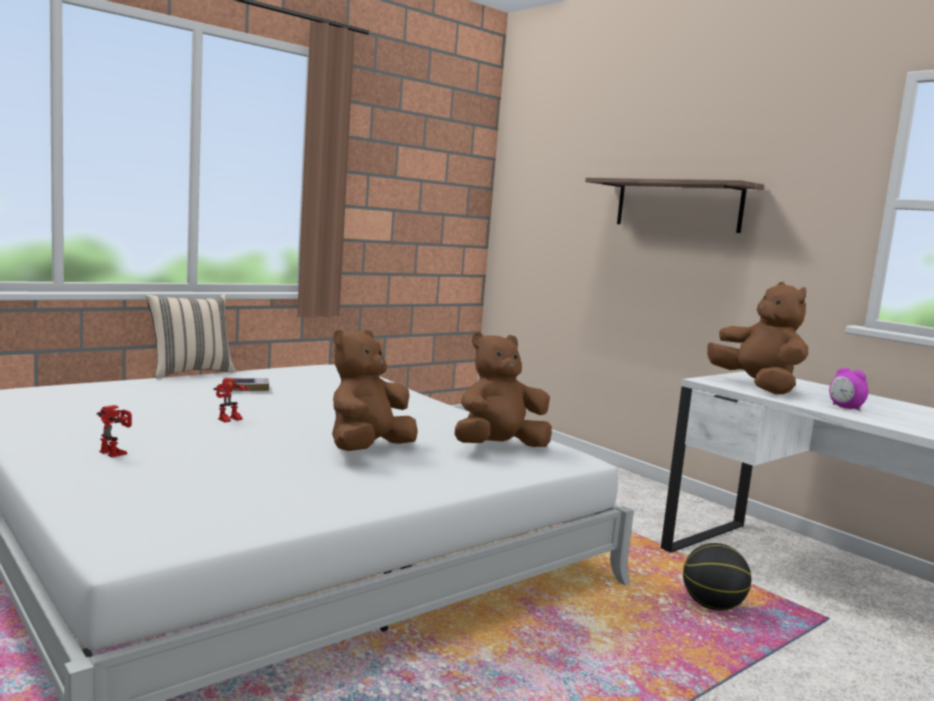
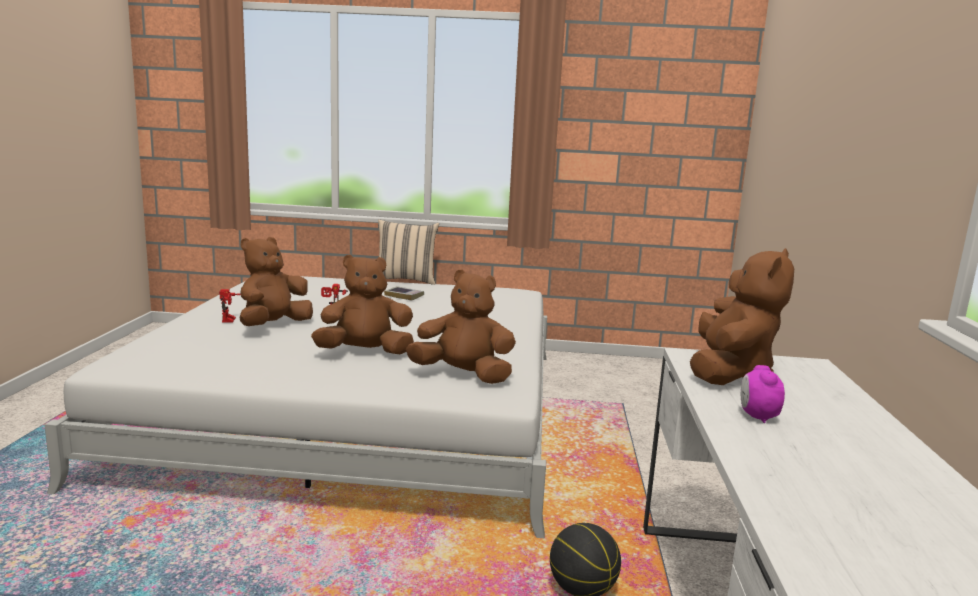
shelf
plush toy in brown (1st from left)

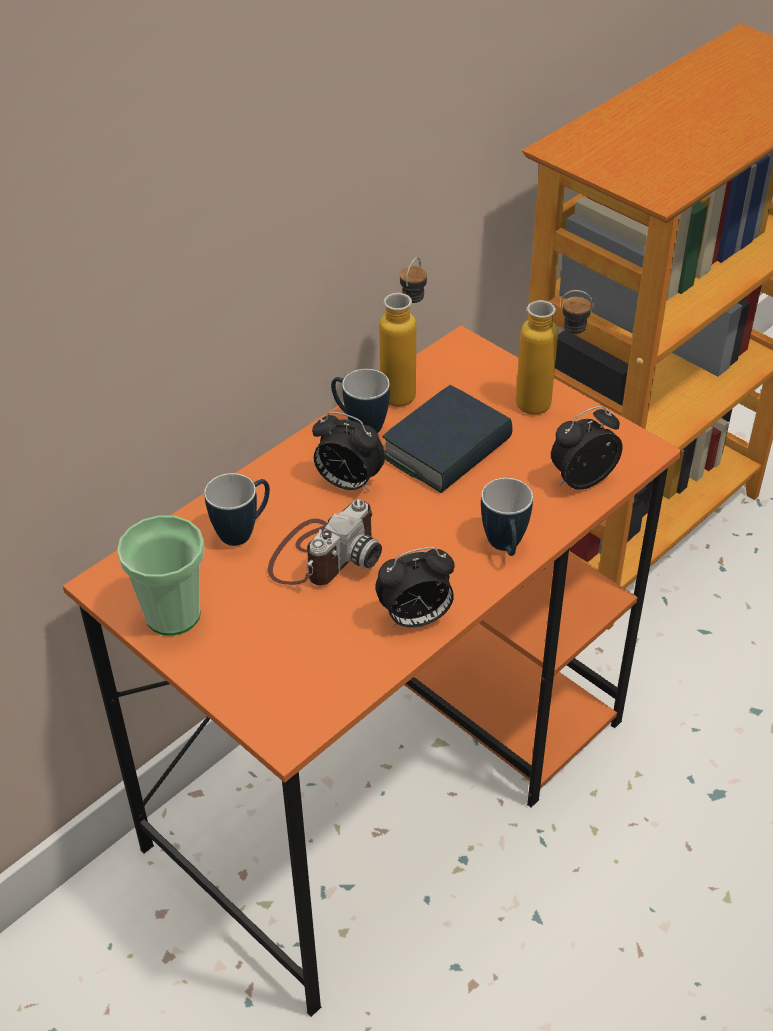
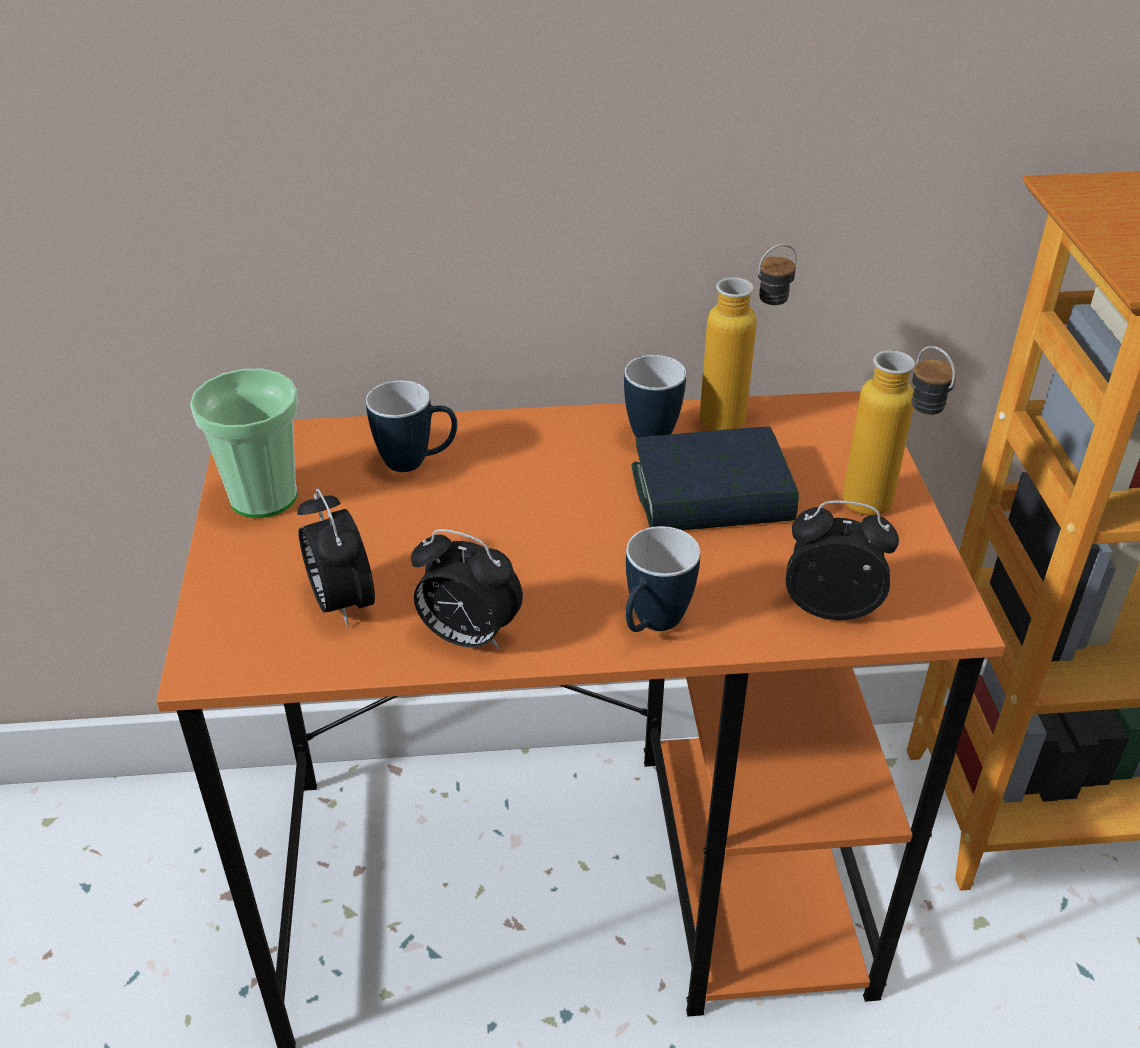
photo camera
alarm clock (1st from left)

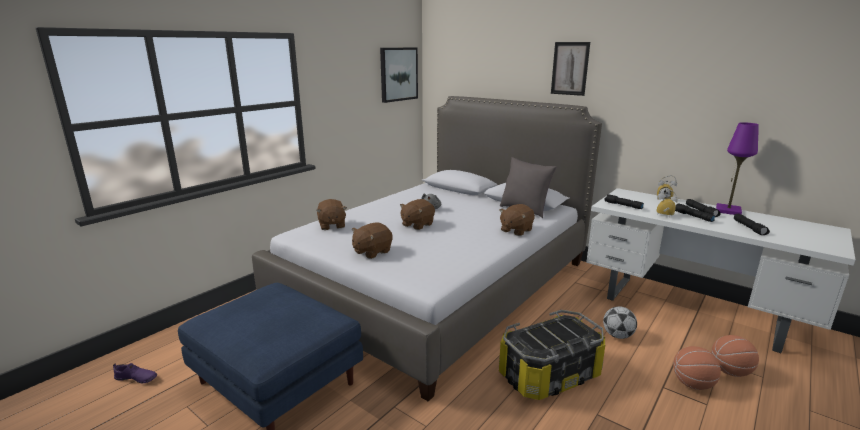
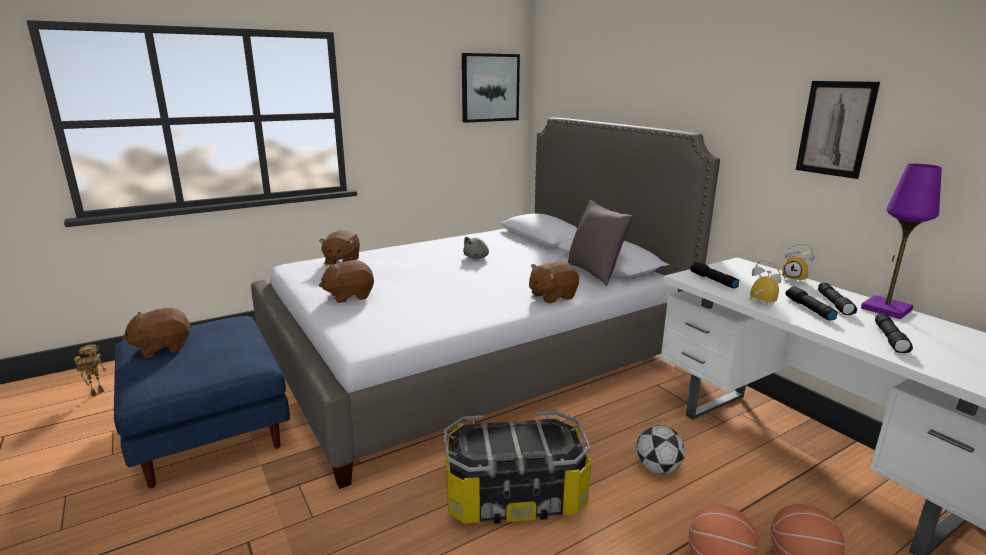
toy robot
plush toy in brown (1st from left)
picture (2nd from left)

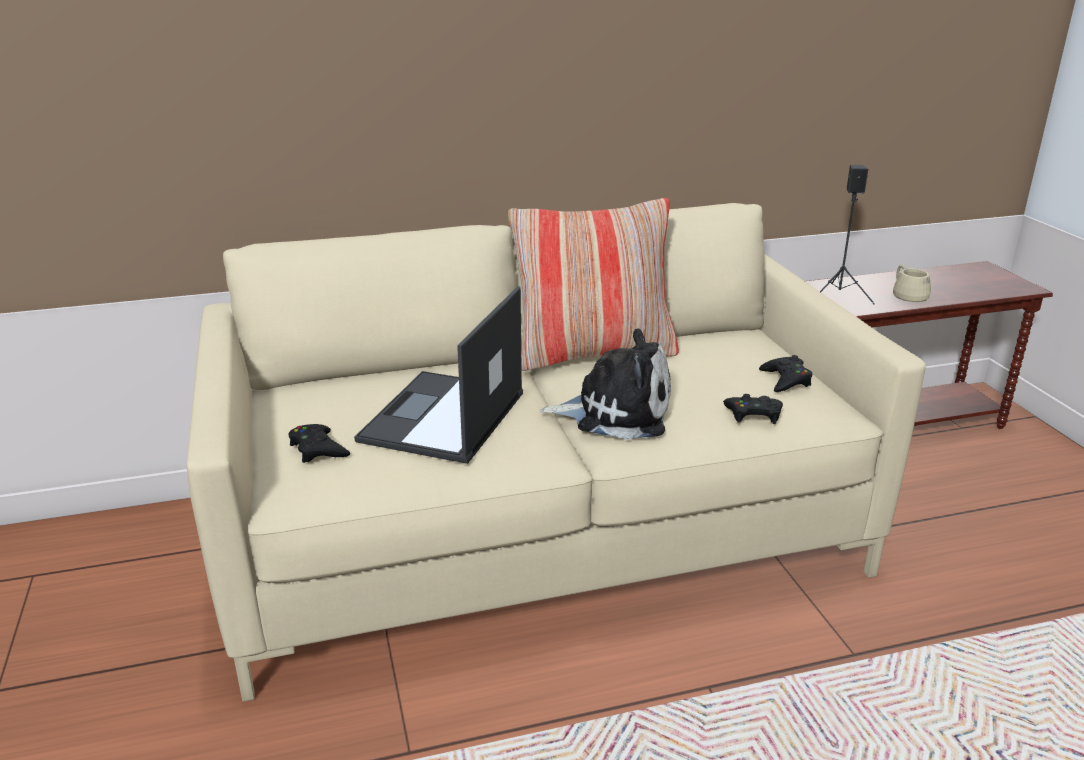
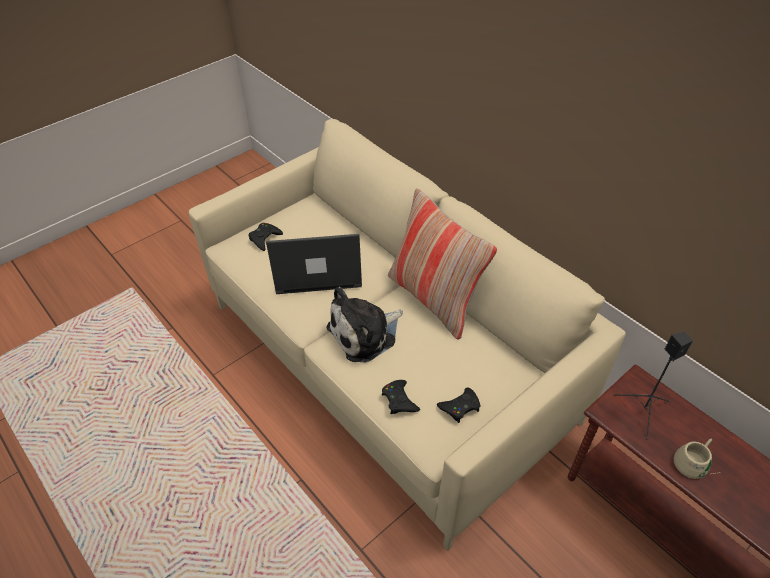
plush toy

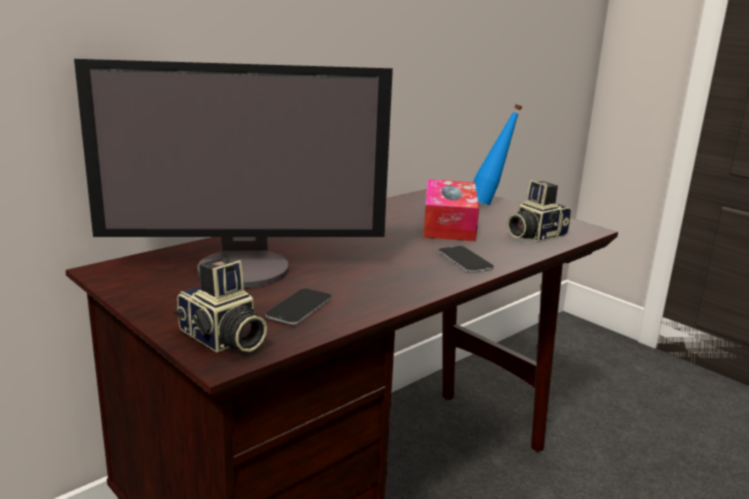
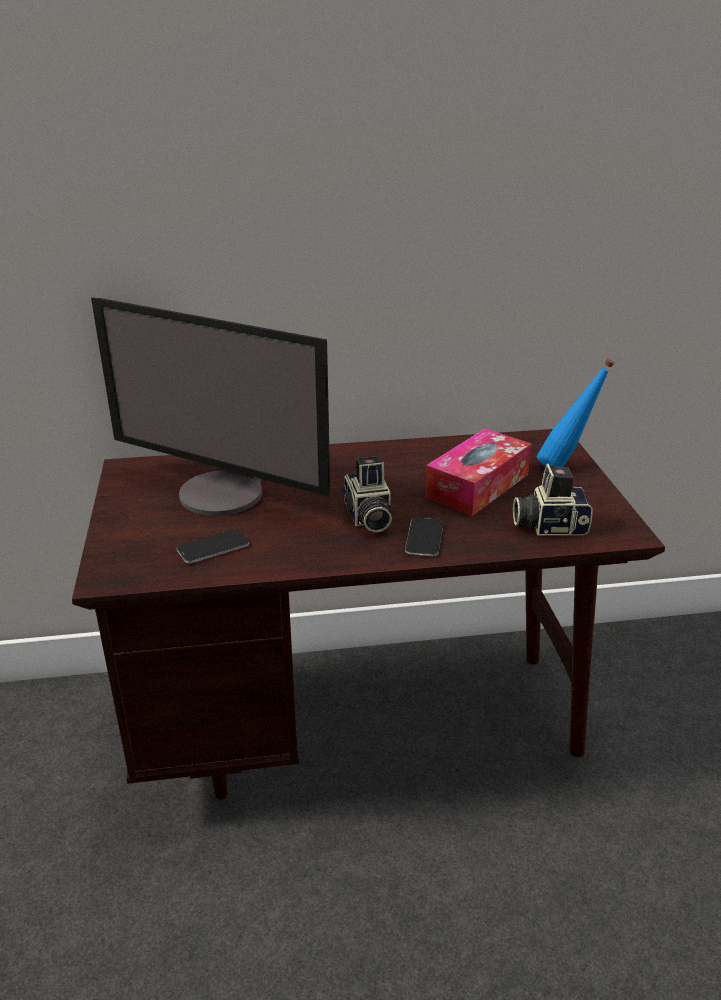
photo camera (1st from left)

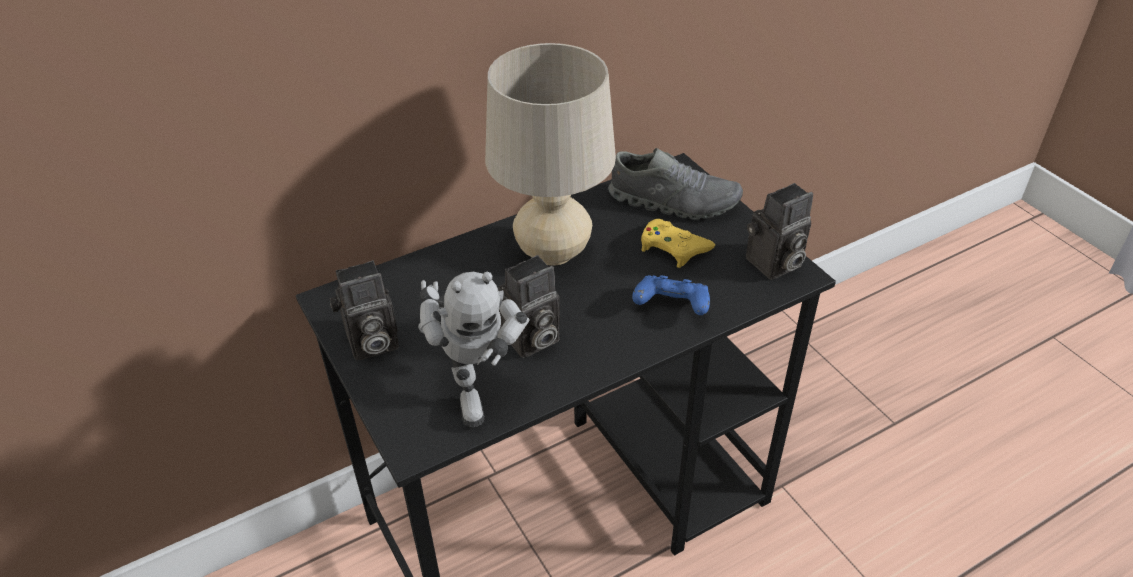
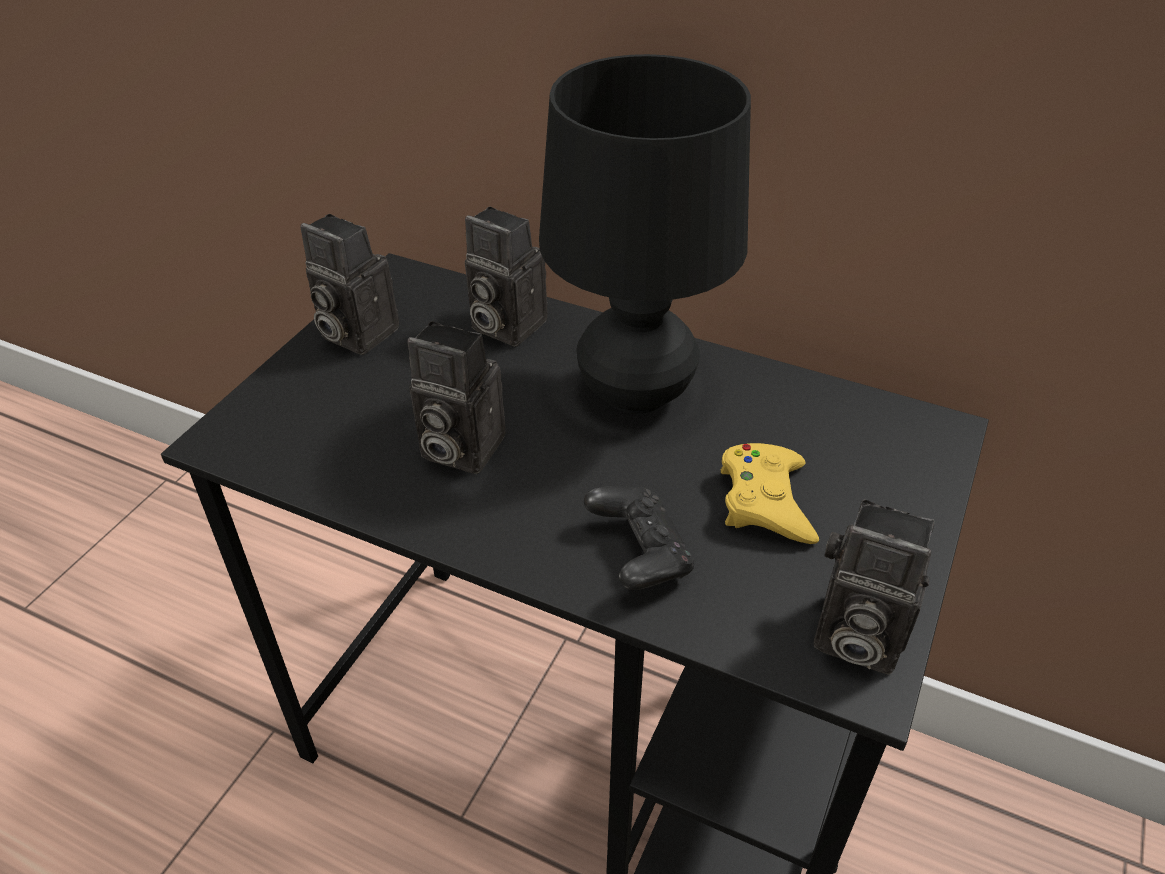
toy robot
table lamp in black
shoe in grey
game controller in black
photo camera (3rd from left)

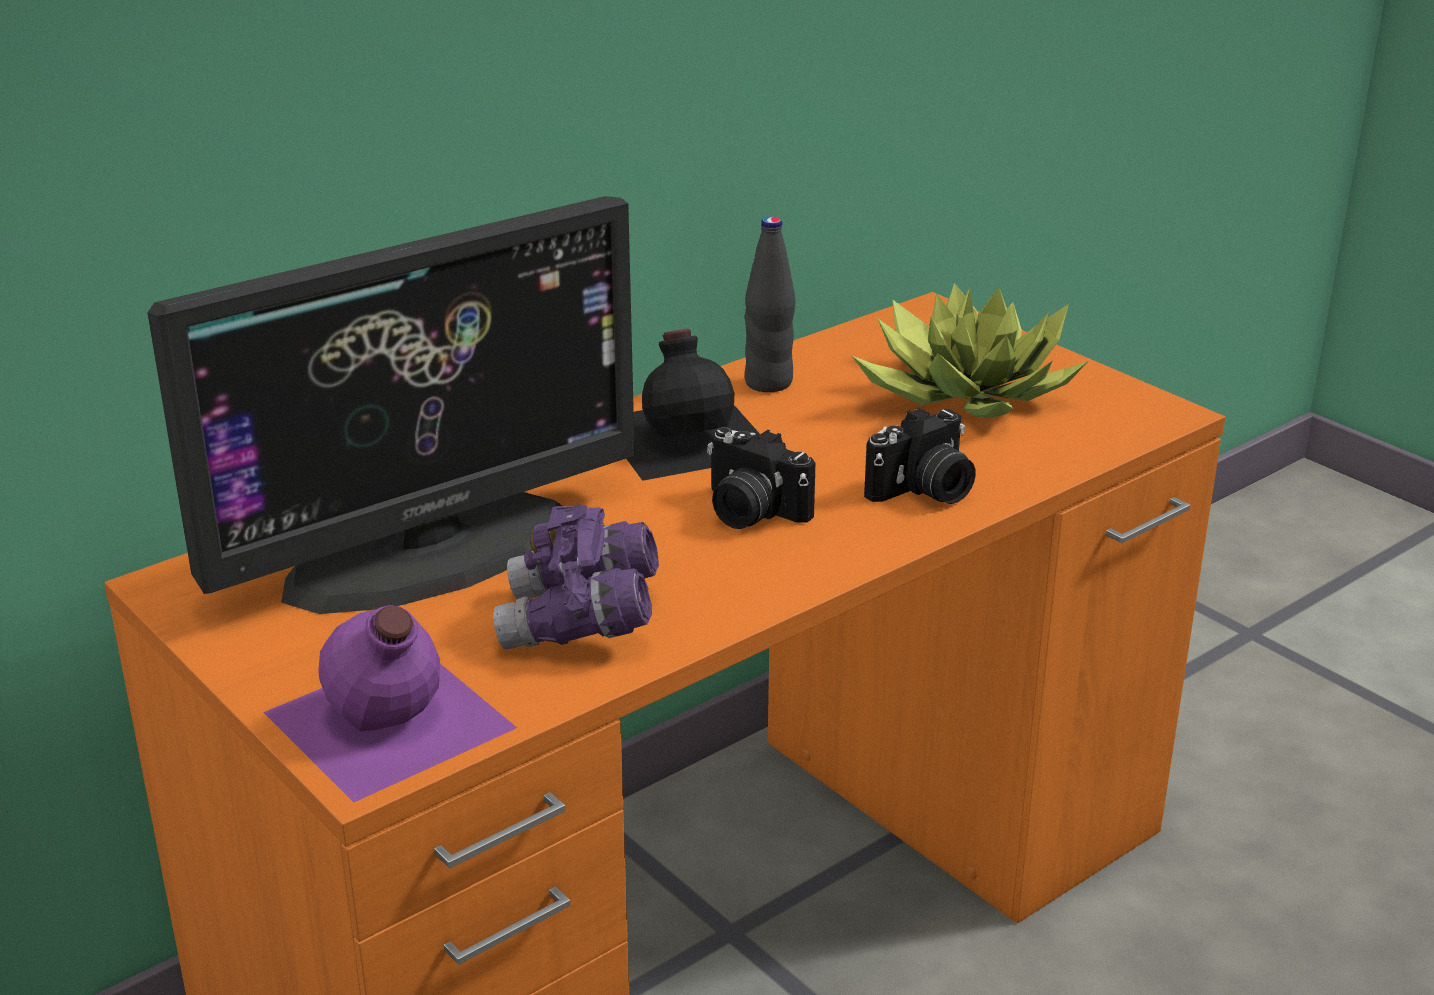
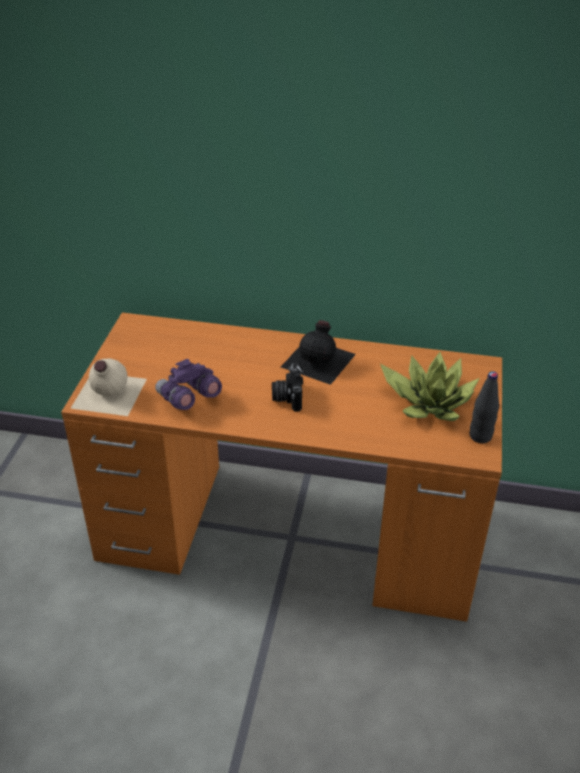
monitor
bottle in beige
bottle in black (2nd from left)
photo camera (2nd from left in the first image)

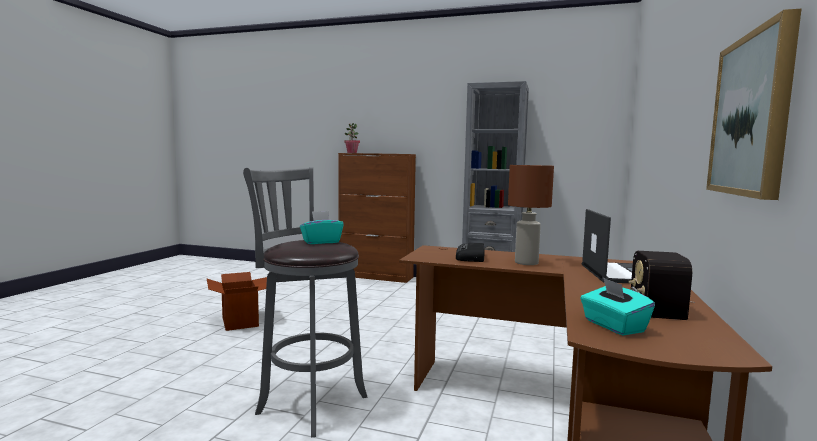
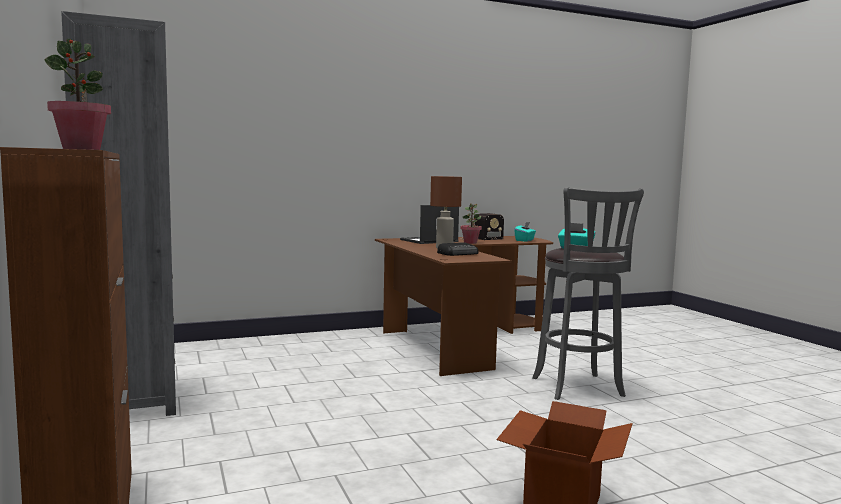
picture
potted plant (2nd from left)

